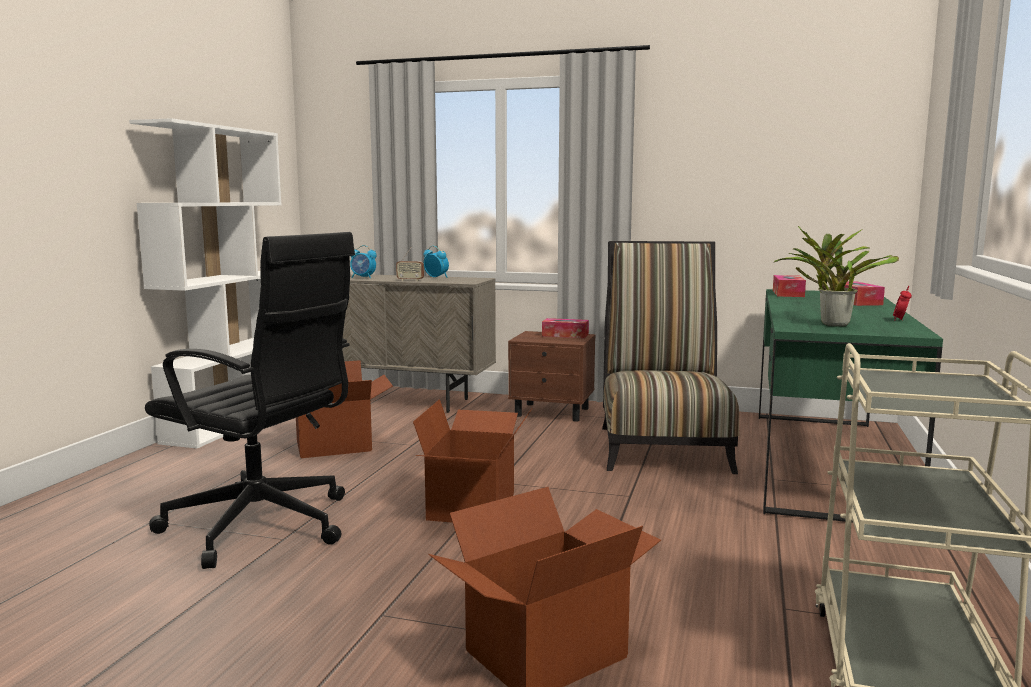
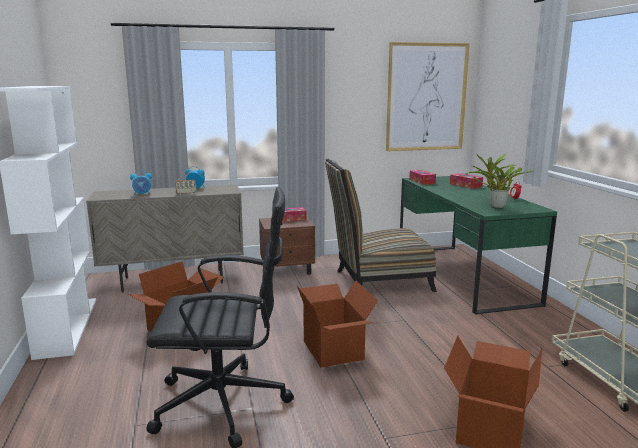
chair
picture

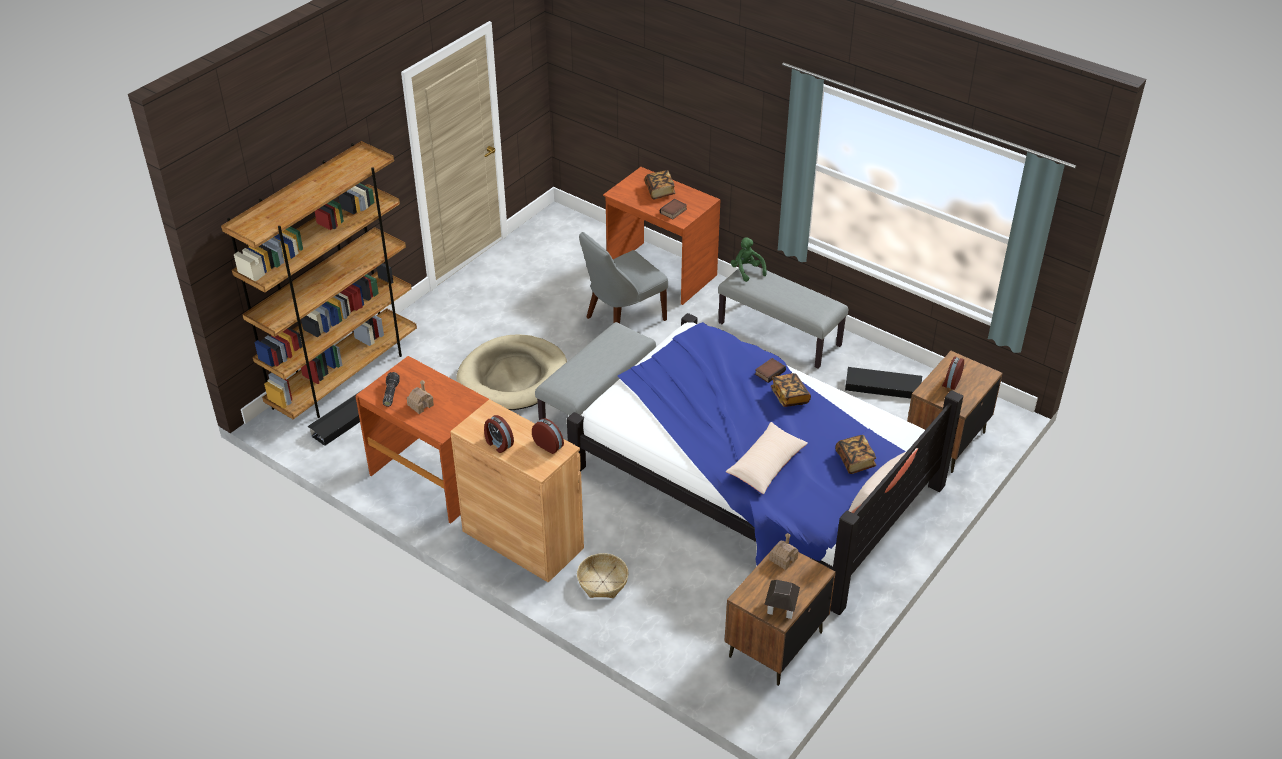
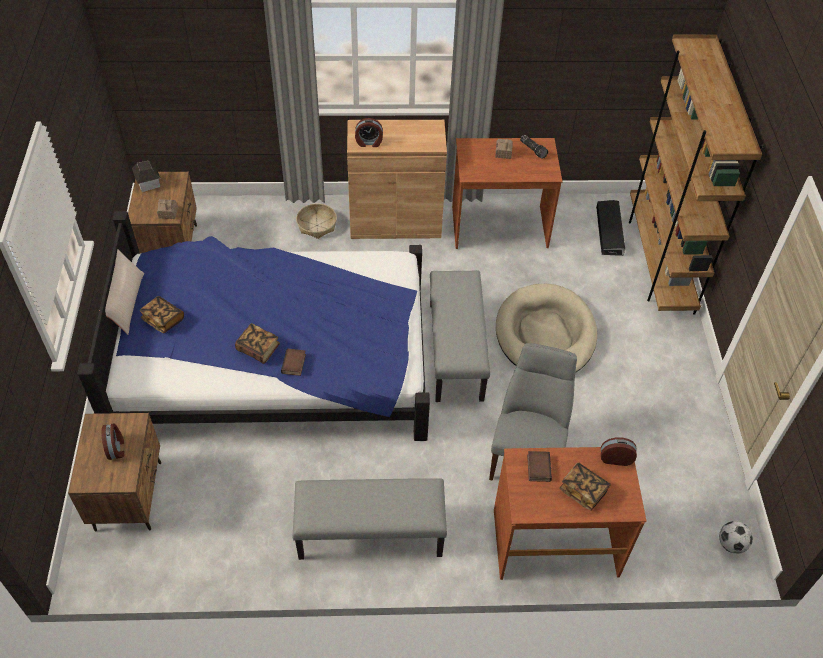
alarm clock (3rd from left)
pillow in beige (1st from left in the first image)
plush toy in green
storage box in black (2nd from left in the first image)
football

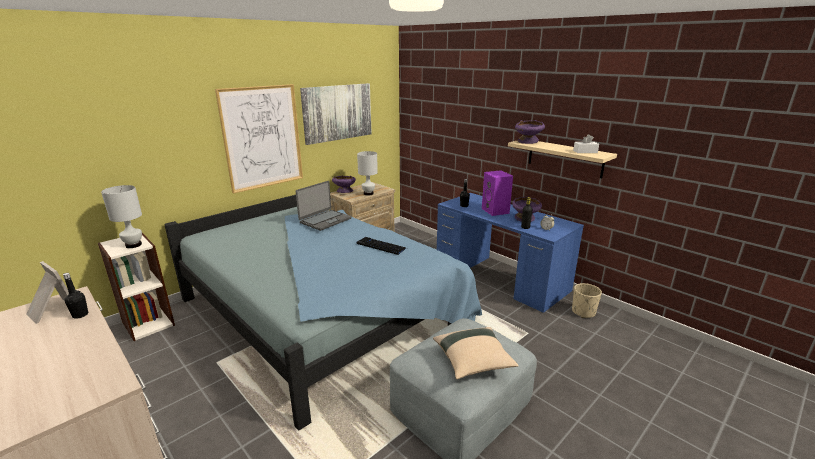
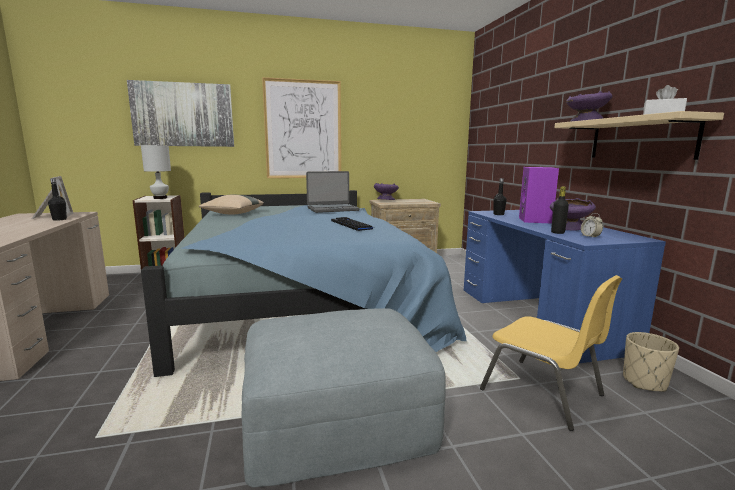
picture (1st from left)
table lamp in white (2nd from left in the first image)
pillow in beige
chair in yellow

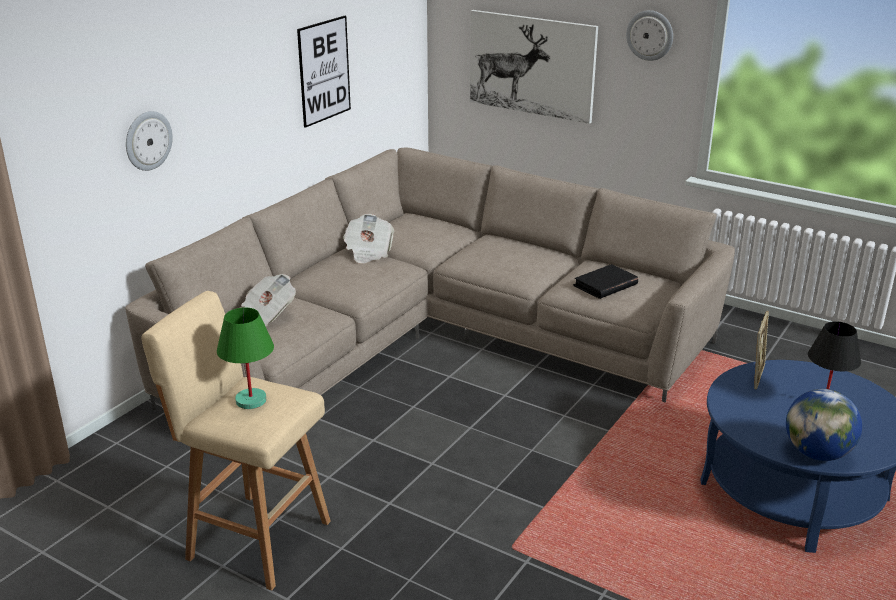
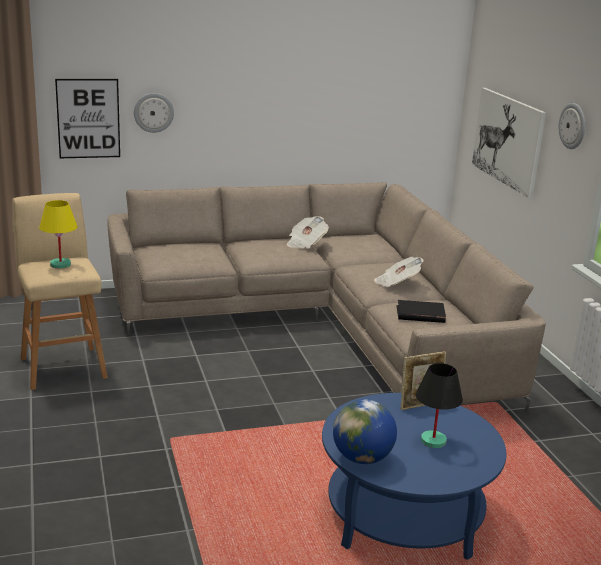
table lamp in yellow
newspaper (2nd from left)
picture (1st from left)

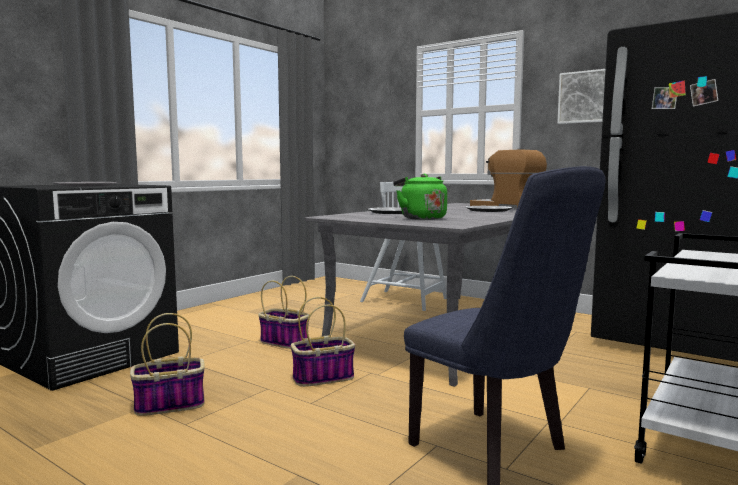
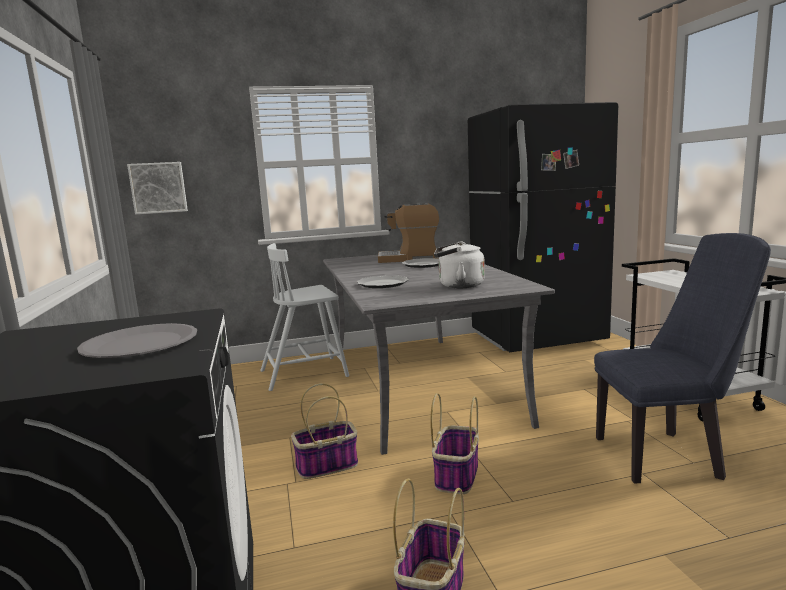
kettle in white
picture

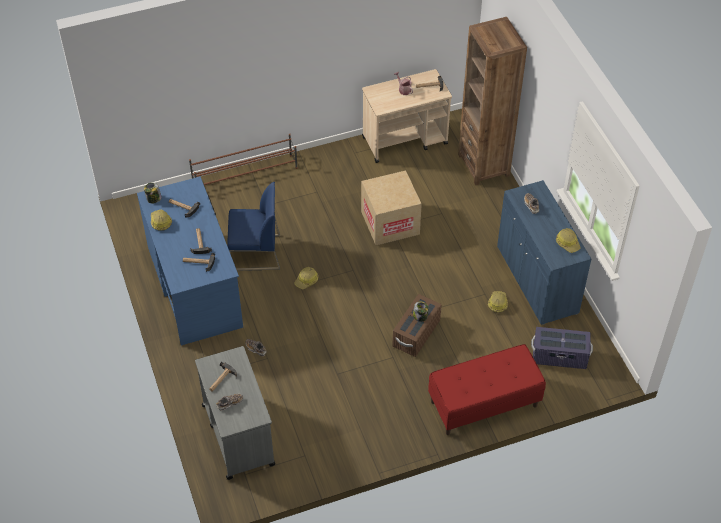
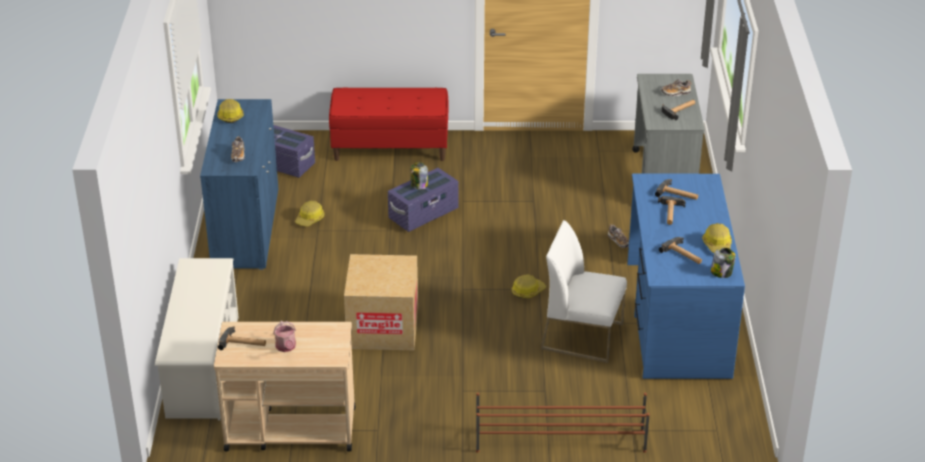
chair in white
storage box in purple (2nd from left)
shoe rack in white

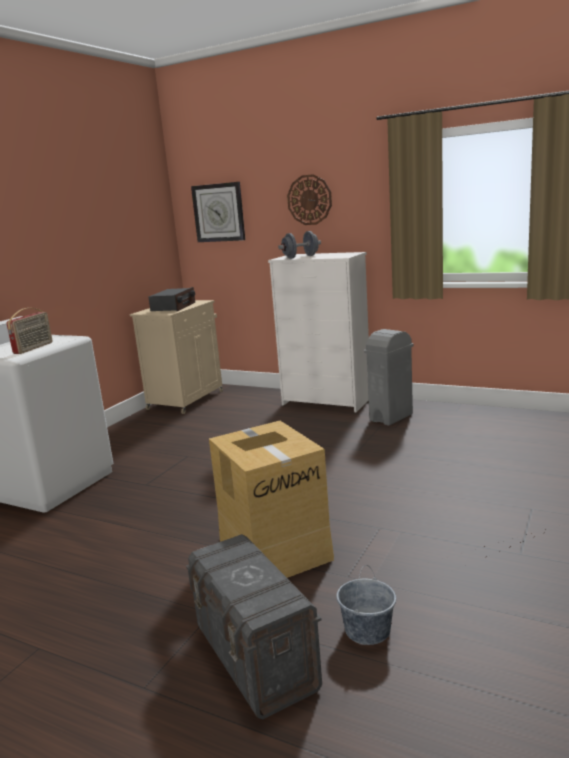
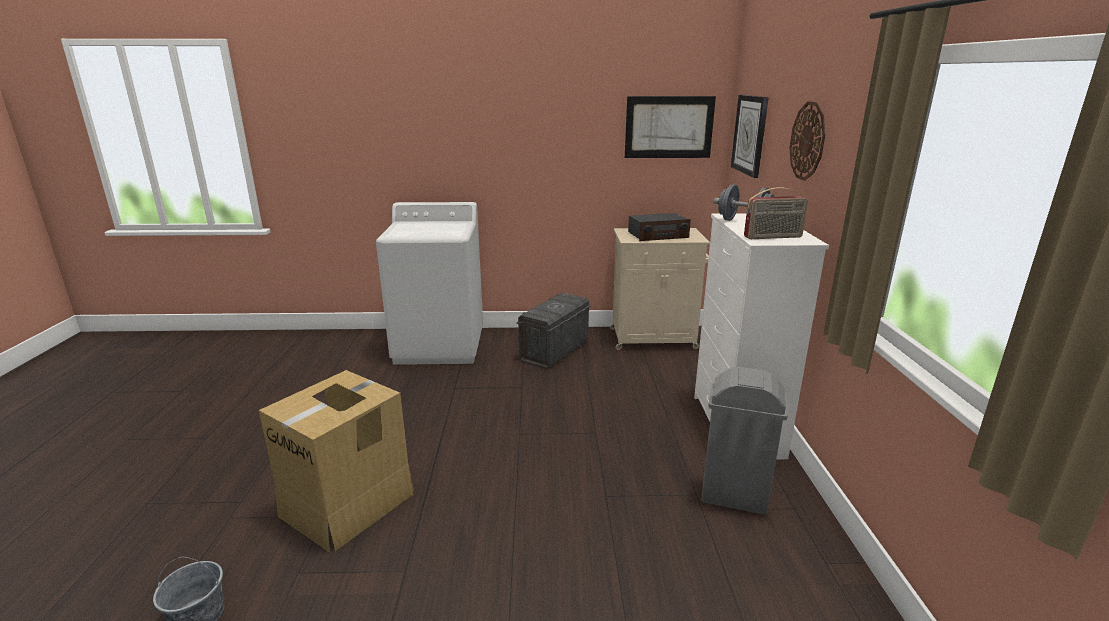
radio (2nd from left)
storage box in grey
picture

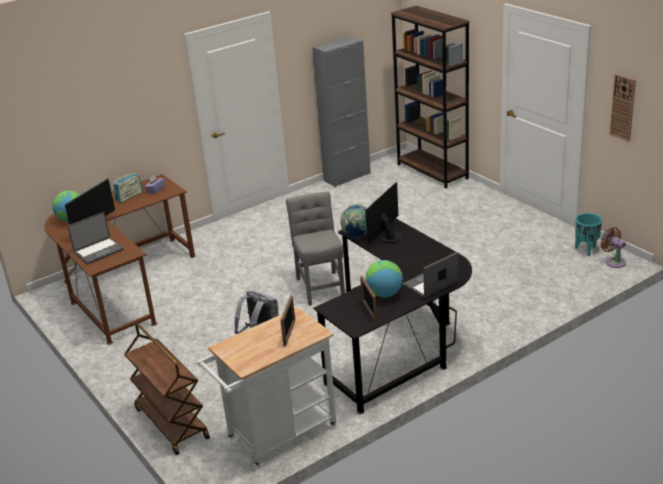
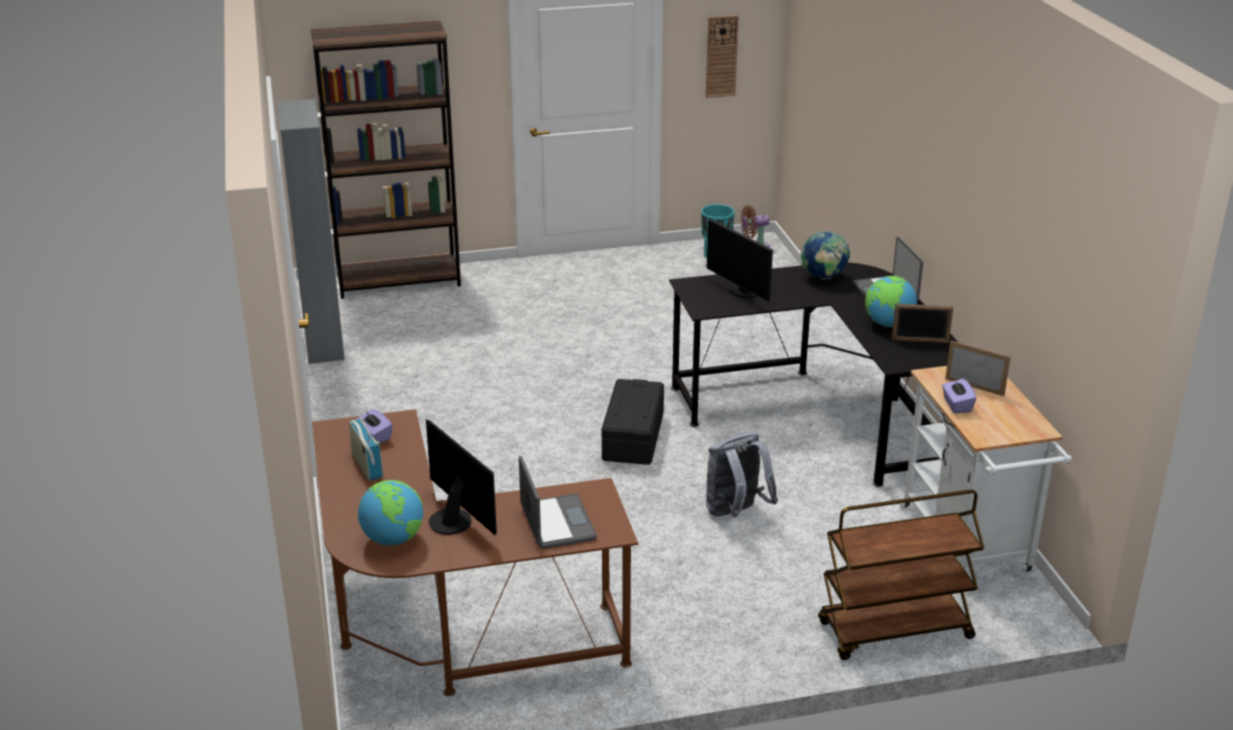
storage box in black
globe (2nd from left)
tissue box in purple (2nd from left)

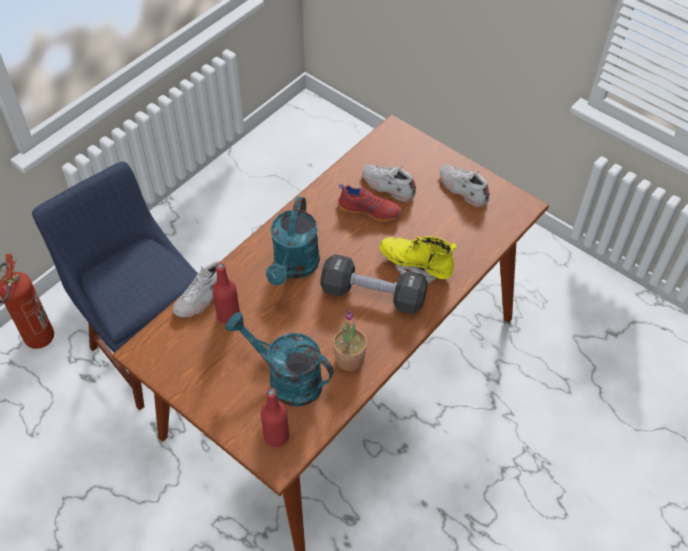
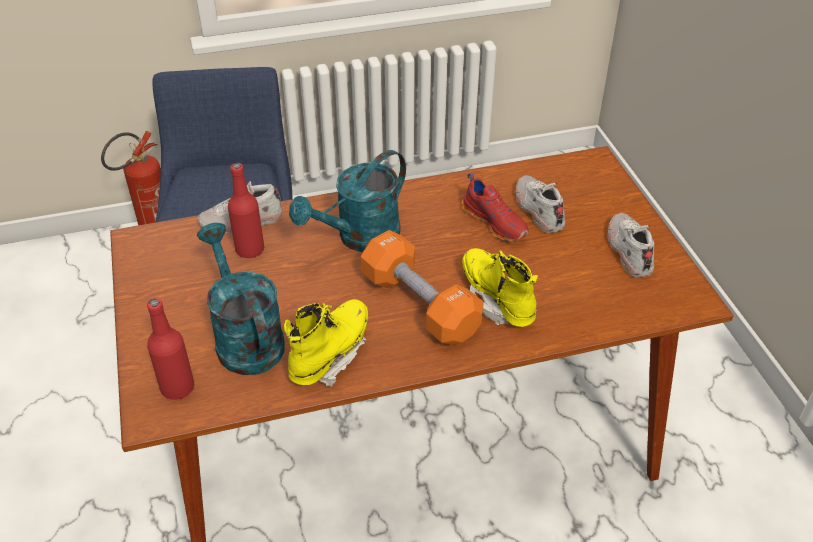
dumbbell in orange
boot in yellow (1st from left)

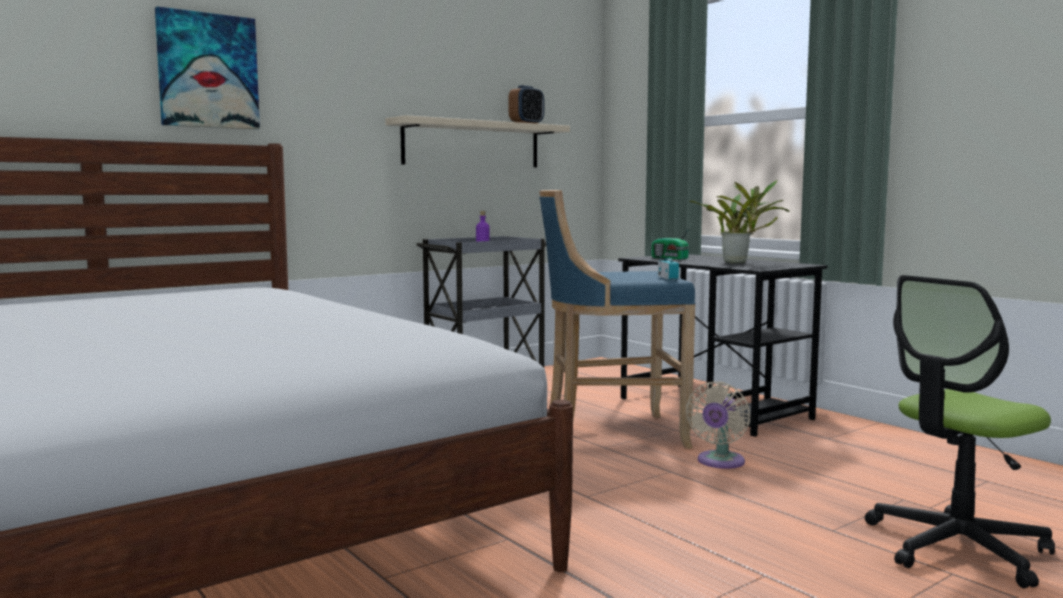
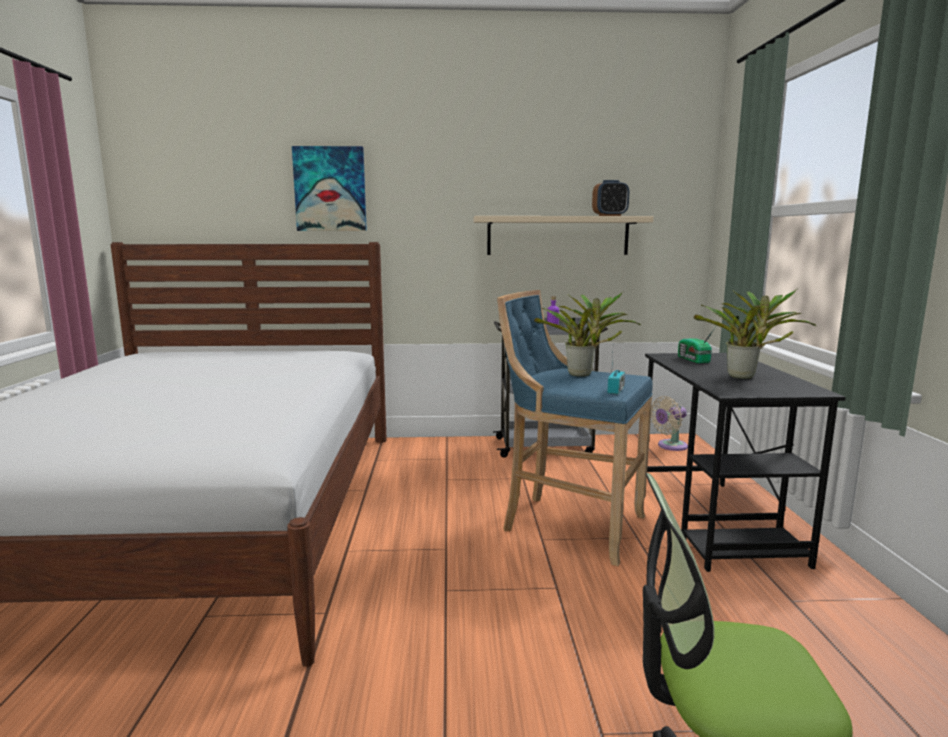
fan in beige
potted plant (1st from left)

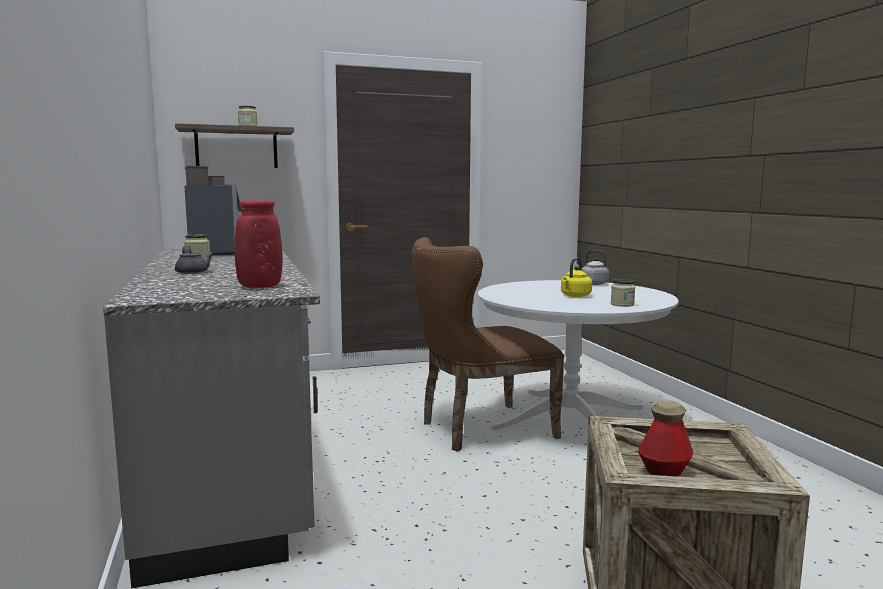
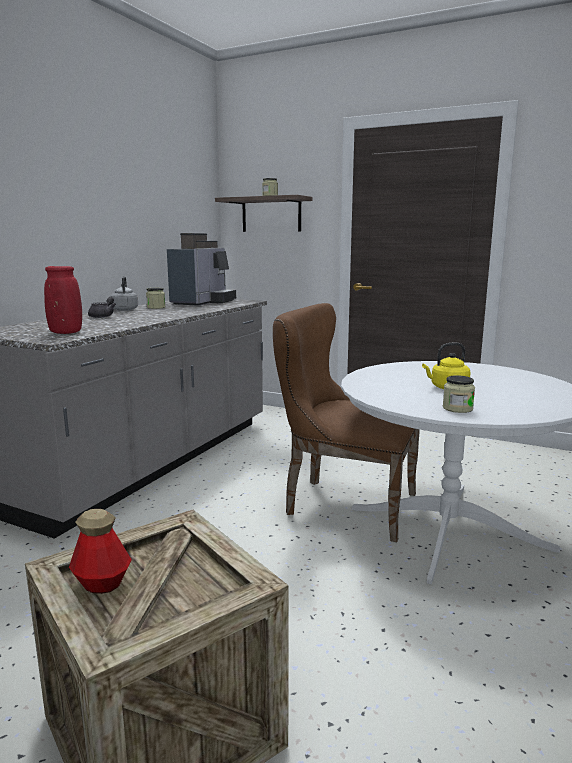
kettle in grey

